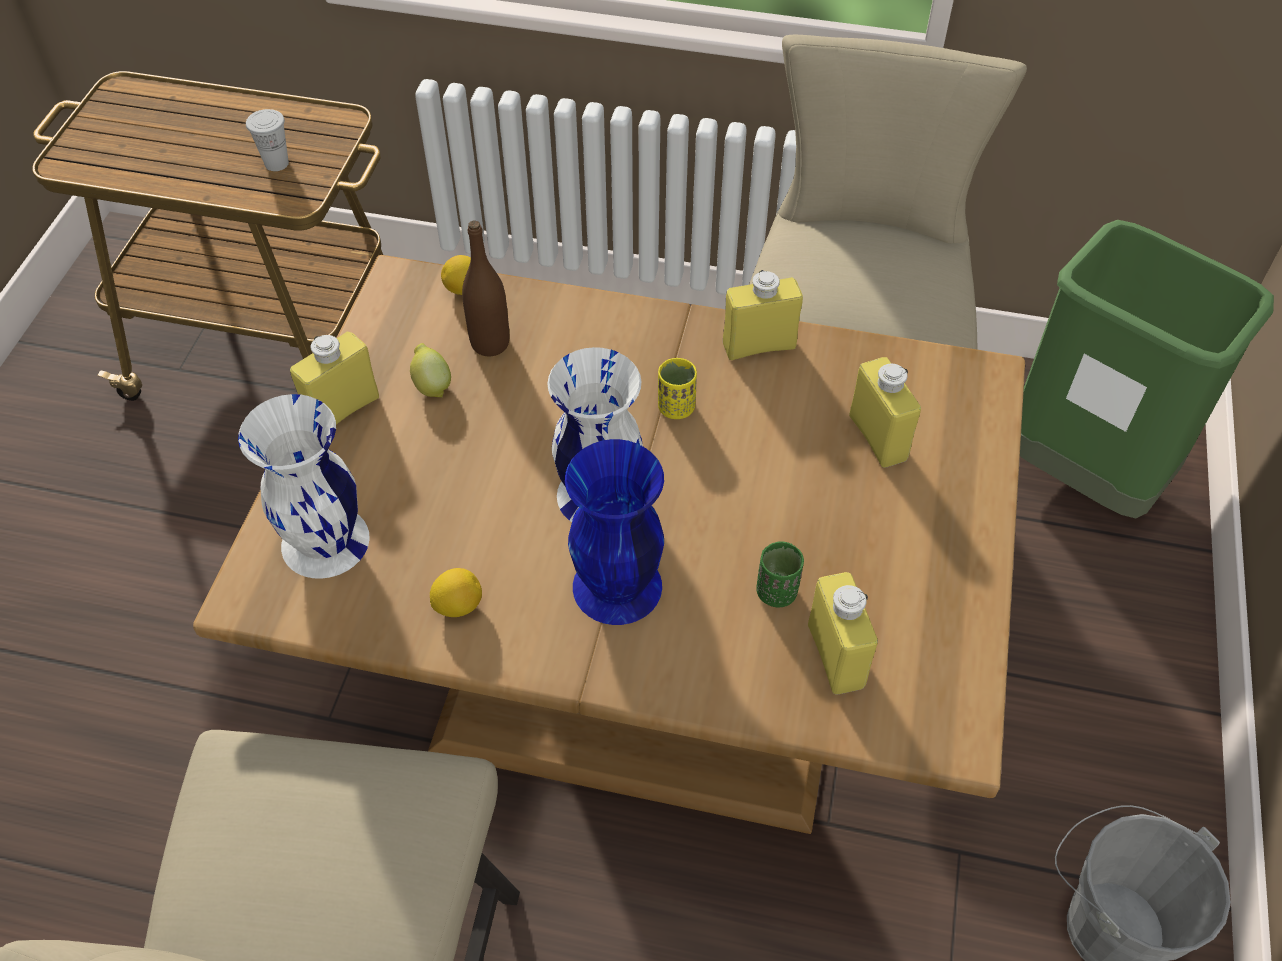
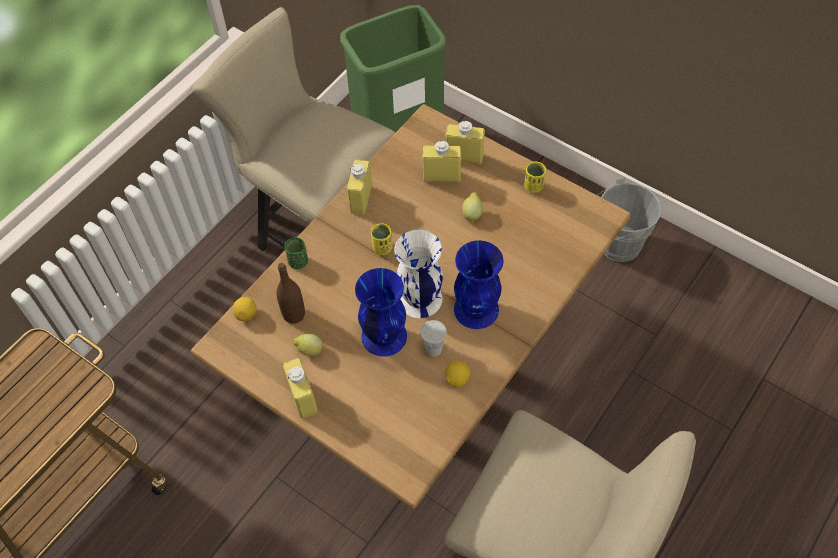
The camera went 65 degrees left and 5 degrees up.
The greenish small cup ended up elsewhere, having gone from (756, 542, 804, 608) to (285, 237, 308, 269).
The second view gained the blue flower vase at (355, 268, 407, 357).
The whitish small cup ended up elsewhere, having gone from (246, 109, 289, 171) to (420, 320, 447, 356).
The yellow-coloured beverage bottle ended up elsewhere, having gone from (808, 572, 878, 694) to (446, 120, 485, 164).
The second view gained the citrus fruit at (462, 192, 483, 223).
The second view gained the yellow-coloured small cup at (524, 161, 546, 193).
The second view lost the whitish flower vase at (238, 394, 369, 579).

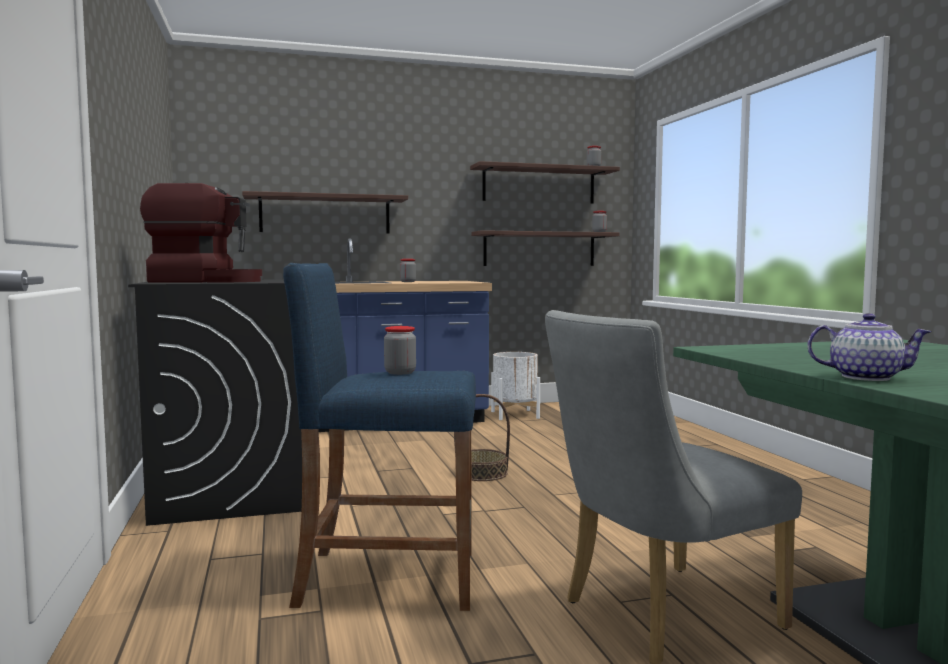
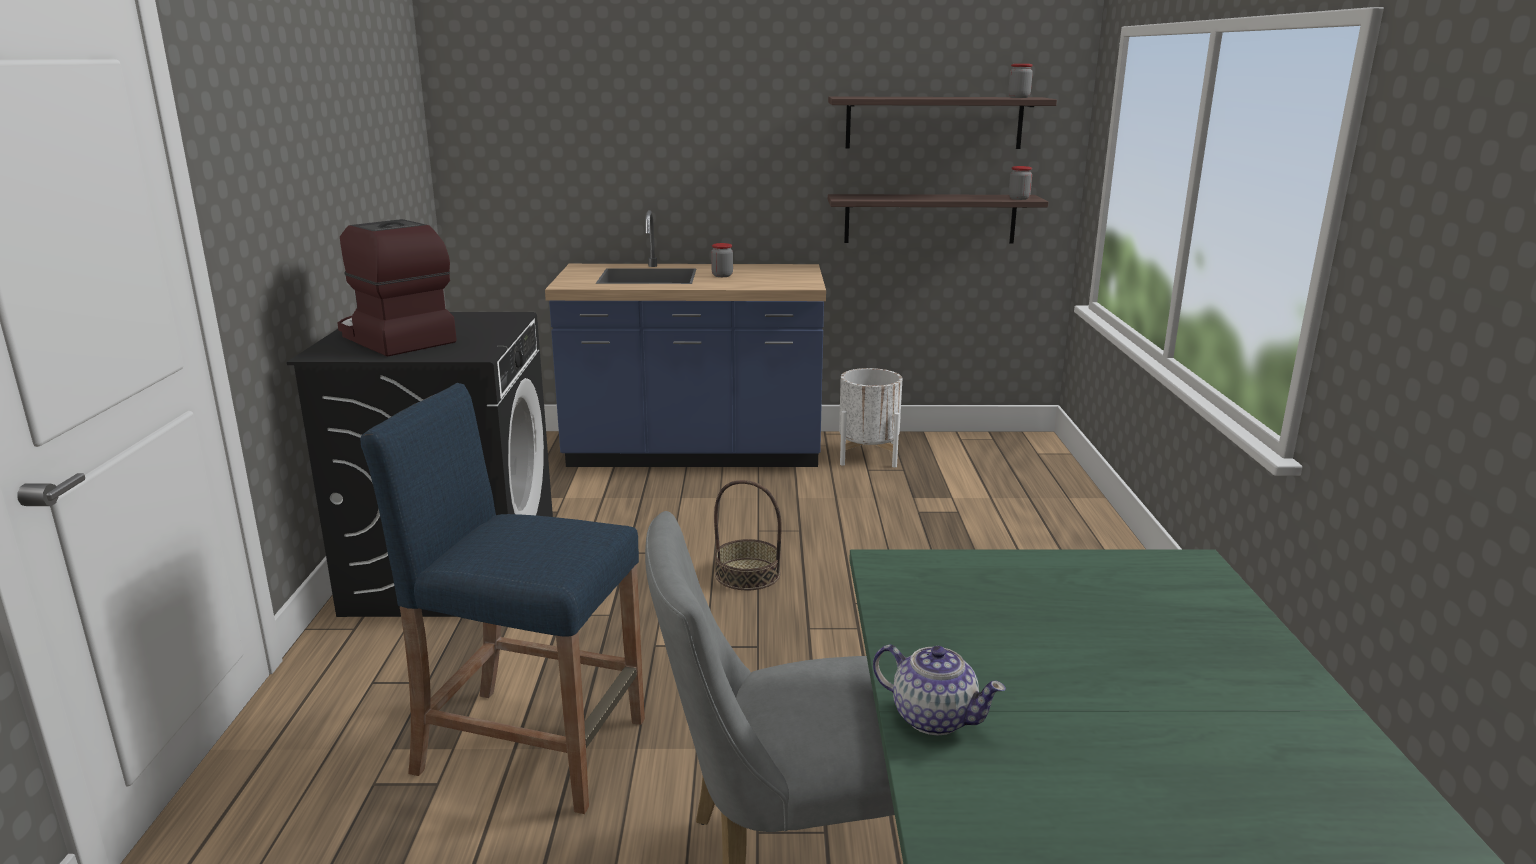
The camera went 15 degrees right and 15 degrees up.
The coffee maker at (140, 183, 262, 282) ended up facing another way, 150 degrees counterclockwise from before.
The second view lost the bracket shelf at (242, 191, 408, 234).
The second view lost the storage jar at (384, 326, 416, 375).

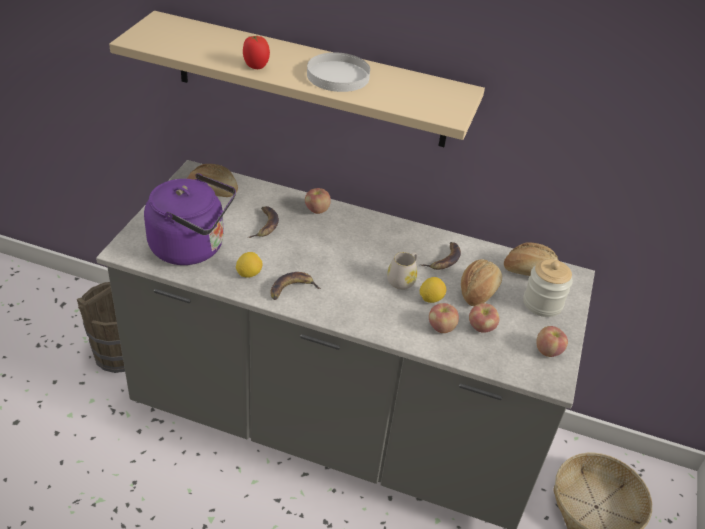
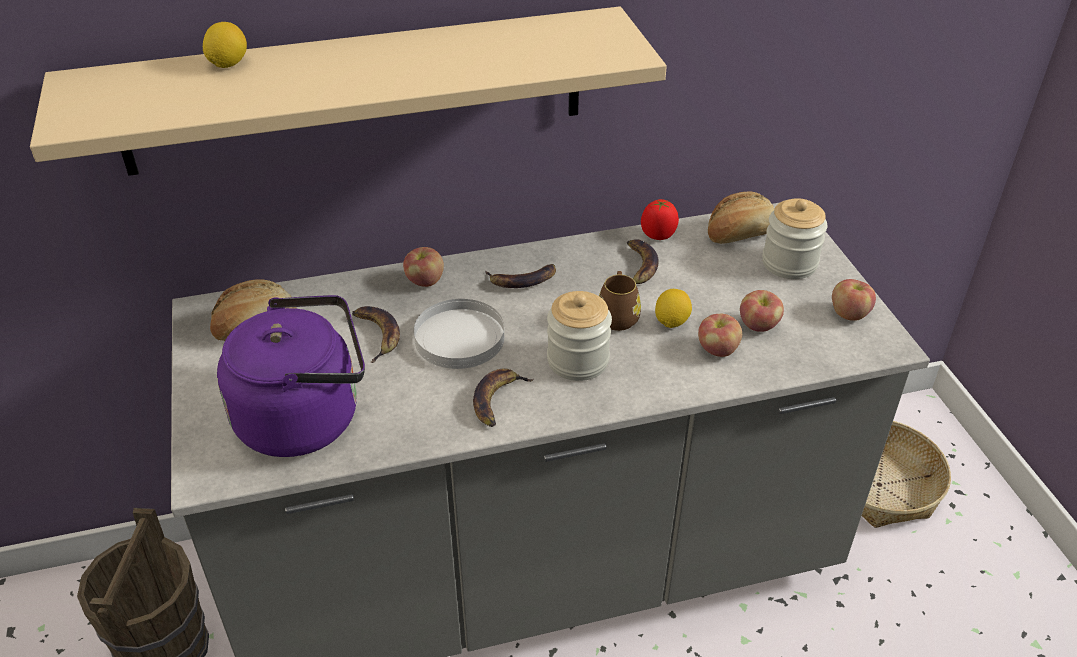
The camera went 30 degrees left and 0 degrees up.
The citrus fruit ended up elsewhere, having gone from (236, 252, 263, 278) to (203, 22, 247, 68).
The whitish flat dish ended up elsewhere, having gone from (307, 52, 370, 92) to (414, 299, 504, 369).
The second view gained the banana at (485, 264, 556, 288).
The second view gained the storage jar at (547, 291, 612, 381).
What was the whitish coffee mug at (387, 252, 417, 290) turned into the brownish coffee mug at (599, 271, 641, 331).
The fresh tomato ended up elsewhere, having gone from (243, 36, 270, 69) to (641, 199, 679, 240).
The second view lost the bakery bread at (461, 259, 502, 306).

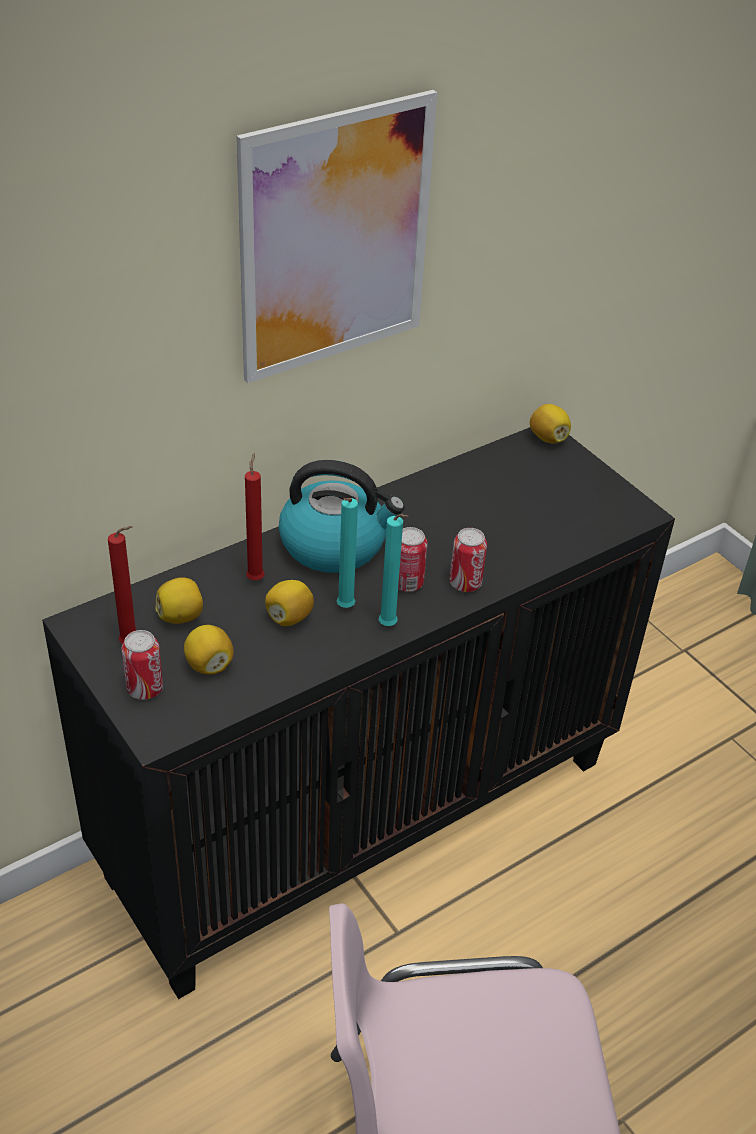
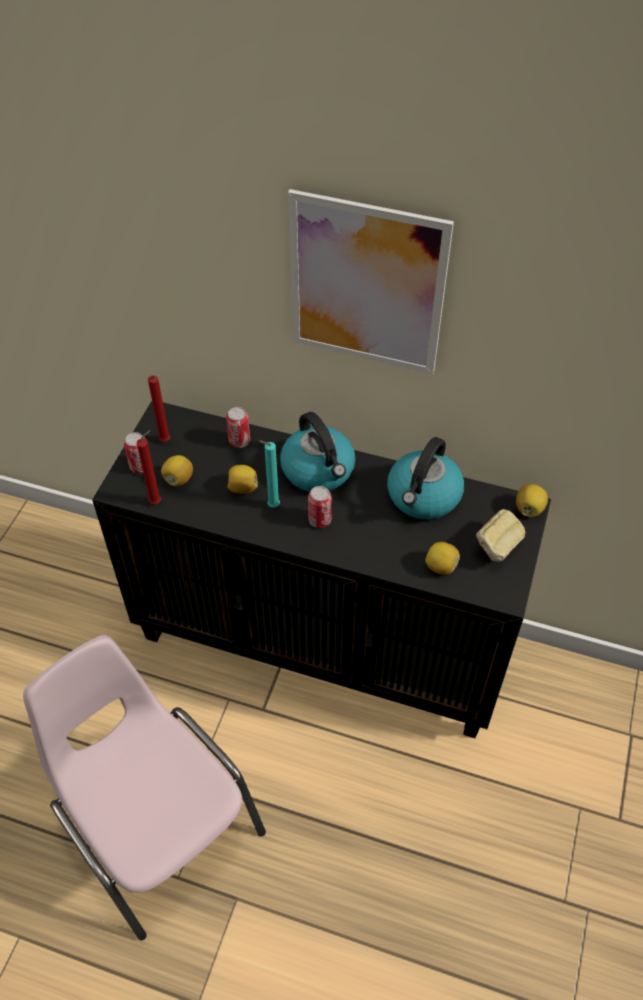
The camera went 55 degrees right and 10 degrees up.
The red wax light ended up elsewhere, having gone from (245, 453, 264, 580) to (137, 430, 161, 504).
The metal can ended up elsewhere, having gone from (450, 528, 487, 592) to (226, 407, 250, 448).
The second view gained the water kettle at (387, 437, 464, 520).
The citrus fruit ended up elsewhere, having gone from (155, 577, 203, 624) to (425, 542, 460, 575).
The second view gained the bakery bread at (476, 509, 525, 562).
The second view lost the turquoise-coloured wax light at (379, 514, 409, 626).

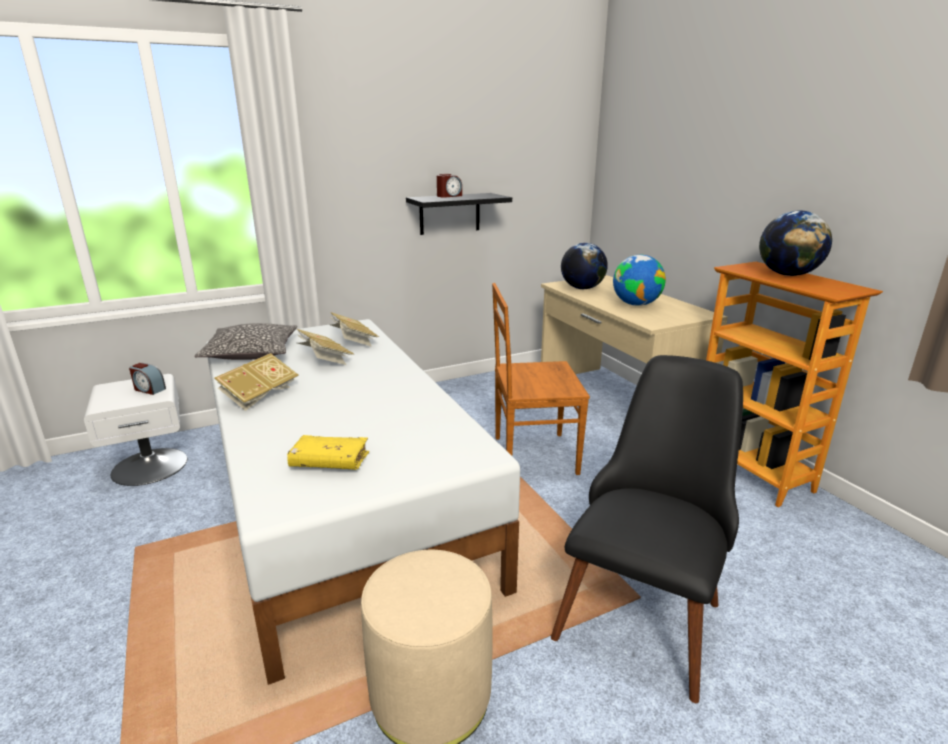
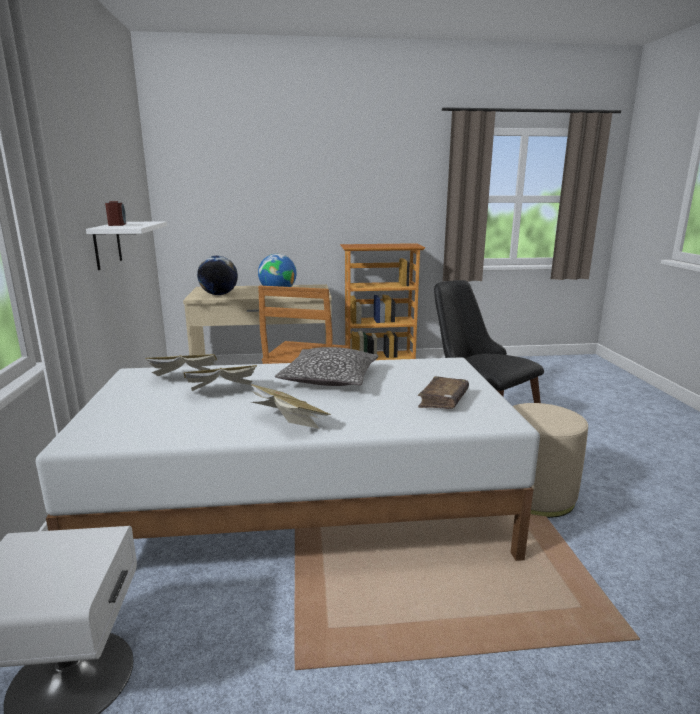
The camera went 70 degrees left and 5 degrees down.
What was the black-coloured bracket shelf at (406, 193, 512, 235) turned into the whitish bracket shelf at (86, 221, 167, 270).
The pillow ended up elsewhere, having gone from (194, 323, 297, 360) to (275, 347, 379, 386).
What was the yellow-coloured bound book at (287, 435, 369, 470) turned into the brownish bound book at (418, 376, 469, 409).
The second view lost the table clock at (129, 363, 166, 395).
The second view lost the desk globe at (759, 211, 832, 276).

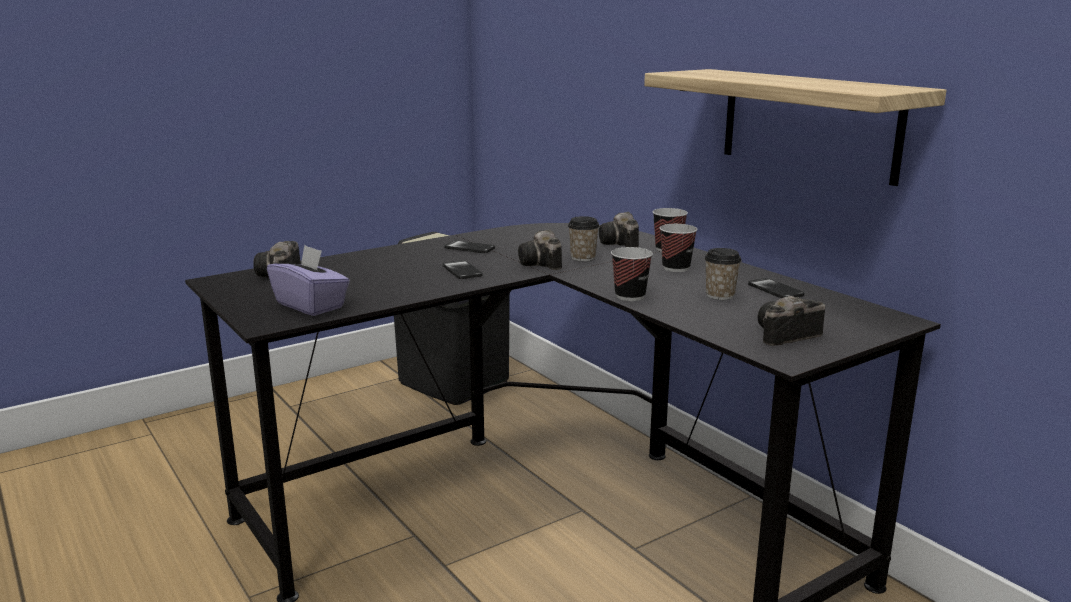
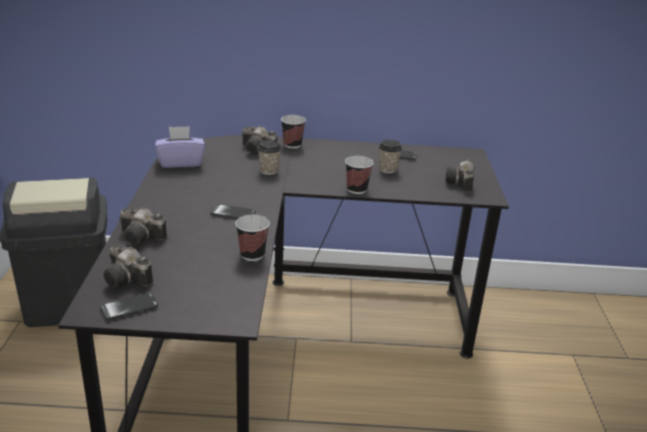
The camera went 55 degrees left and 10 degrees up.
The handset ended up elsewhere, having gone from (444, 241, 495, 253) to (100, 292, 158, 321).
The still camera ended up elsewhere, having gone from (518, 230, 562, 270) to (119, 207, 167, 246).
The purple-coloured box of tissues ended up elsewhere, having gone from (267, 245, 350, 316) to (155, 126, 205, 168).
The small cup ended up elsewhere, having gone from (660, 224, 697, 272) to (235, 215, 270, 261).
The second view lost the bracket shelf at (644, 69, 947, 186).

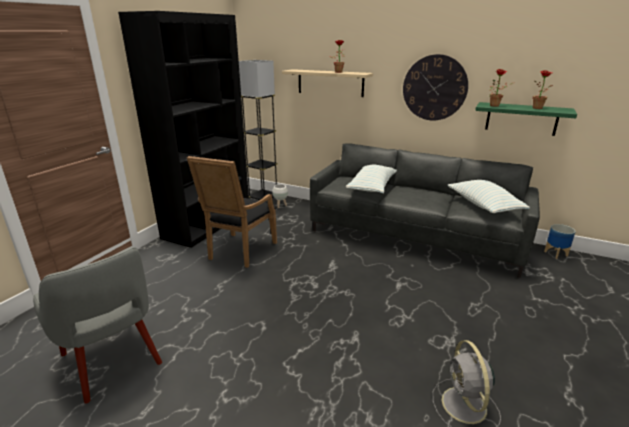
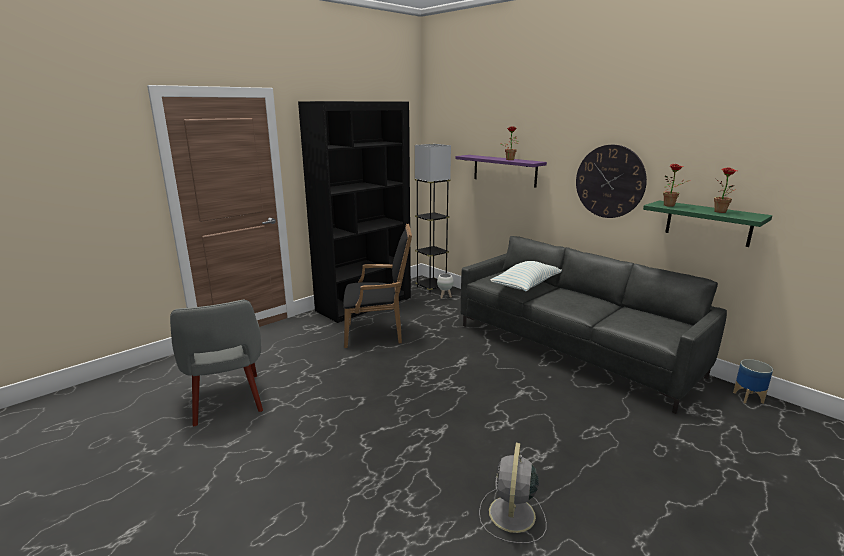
The camera went 20 degrees right and 5 degrees down.
The black-coloured lounge chair at (187, 156, 277, 268) ended up facing another way, 135 degrees counterclockwise from before.
What was the beige bracket shelf at (282, 69, 373, 97) turned into the purple-coloured bracket shelf at (455, 155, 547, 187).
The second view lost the pillow at (448, 180, 530, 213).

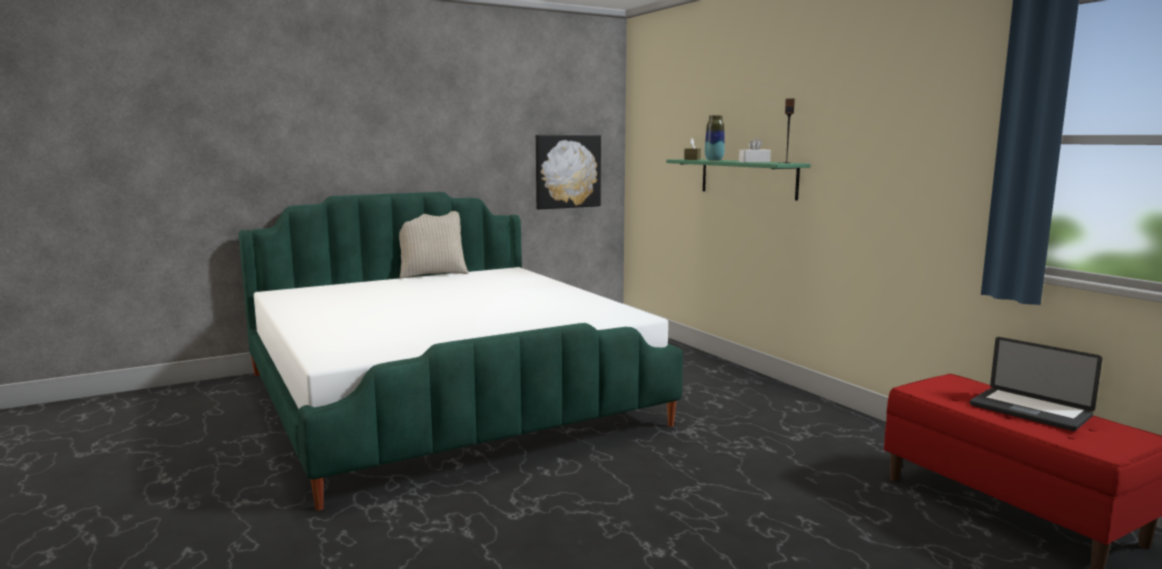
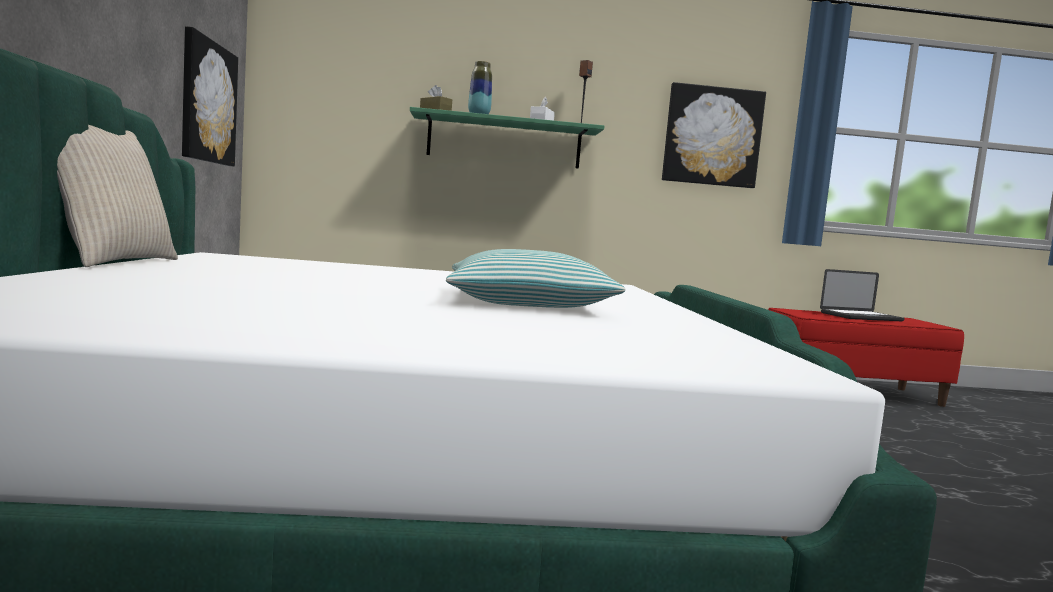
The camera went 65 degrees left and 5 degrees down.
The second view gained the pillow at (446, 249, 625, 308).
The second view gained the wall art at (662, 82, 766, 188).

